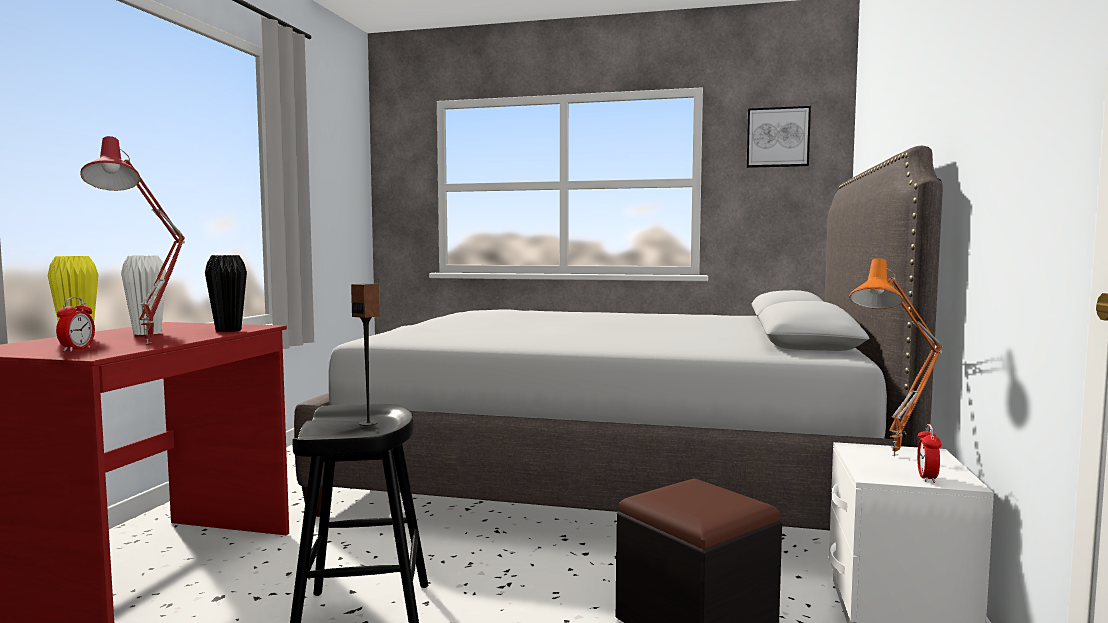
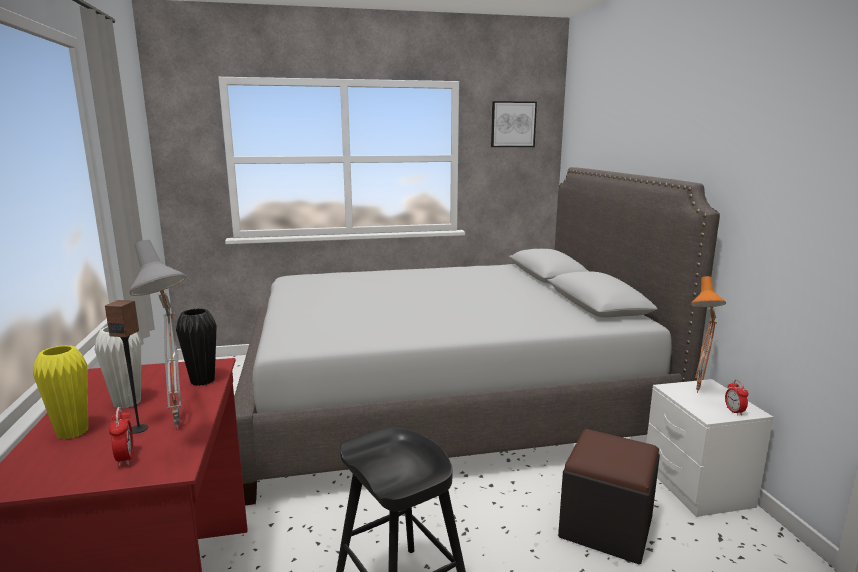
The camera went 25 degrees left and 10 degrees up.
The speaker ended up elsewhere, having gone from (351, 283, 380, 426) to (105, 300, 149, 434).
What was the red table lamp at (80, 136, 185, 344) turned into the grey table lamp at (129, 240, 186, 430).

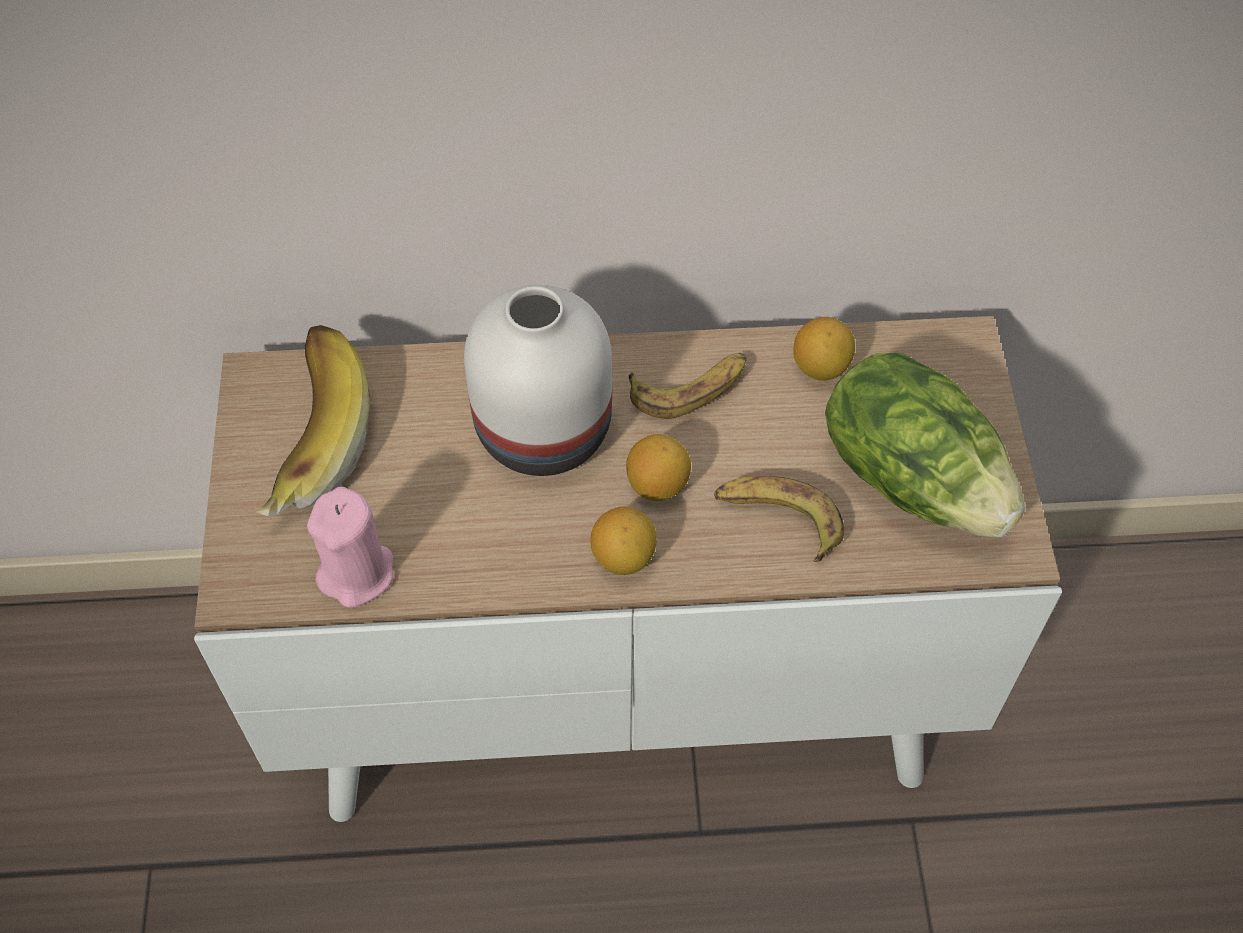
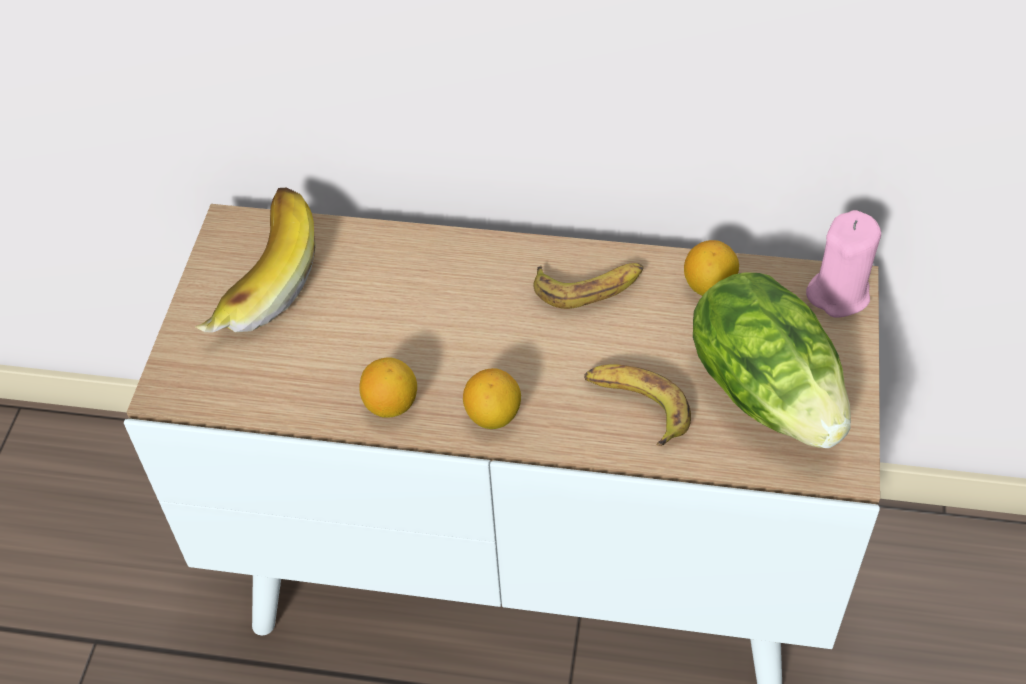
The camera went 15 degrees right and 5 degrees down.
The citrus fruit ended up elsewhere, having gone from (626, 434, 691, 501) to (359, 357, 417, 418).
The pinkish wax light ended up elsewhere, having gone from (307, 487, 393, 608) to (806, 210, 881, 318).
The second view lost the whitish flower vase at (464, 285, 612, 476).

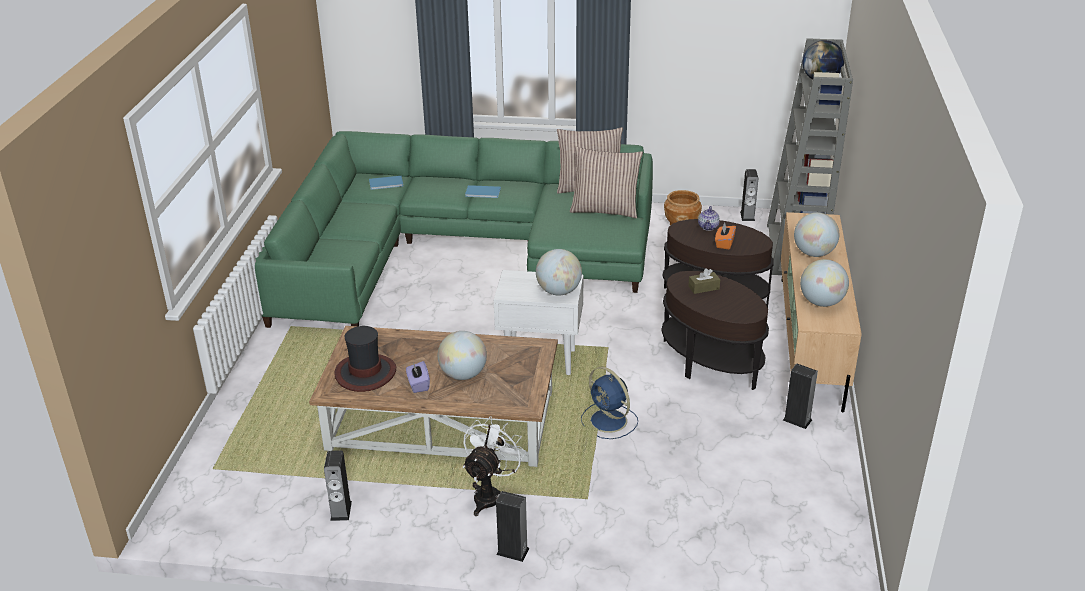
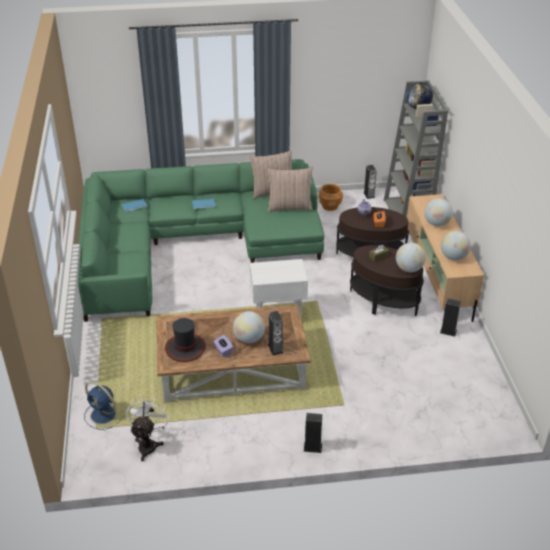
The camera went 15 degrees left and 5 degrees up.
The blue electric fan ended up elsewhere, having gone from (581, 367, 638, 439) to (84, 382, 122, 430).
The whitish electric fan ended up elsewhere, having gone from (463, 416, 526, 516) to (126, 396, 170, 461).
The speaker ended up elsewhere, having gone from (324, 450, 352, 521) to (268, 311, 283, 355).
The desk globe ended up elsewhere, having gone from (536, 249, 582, 296) to (396, 243, 426, 272).

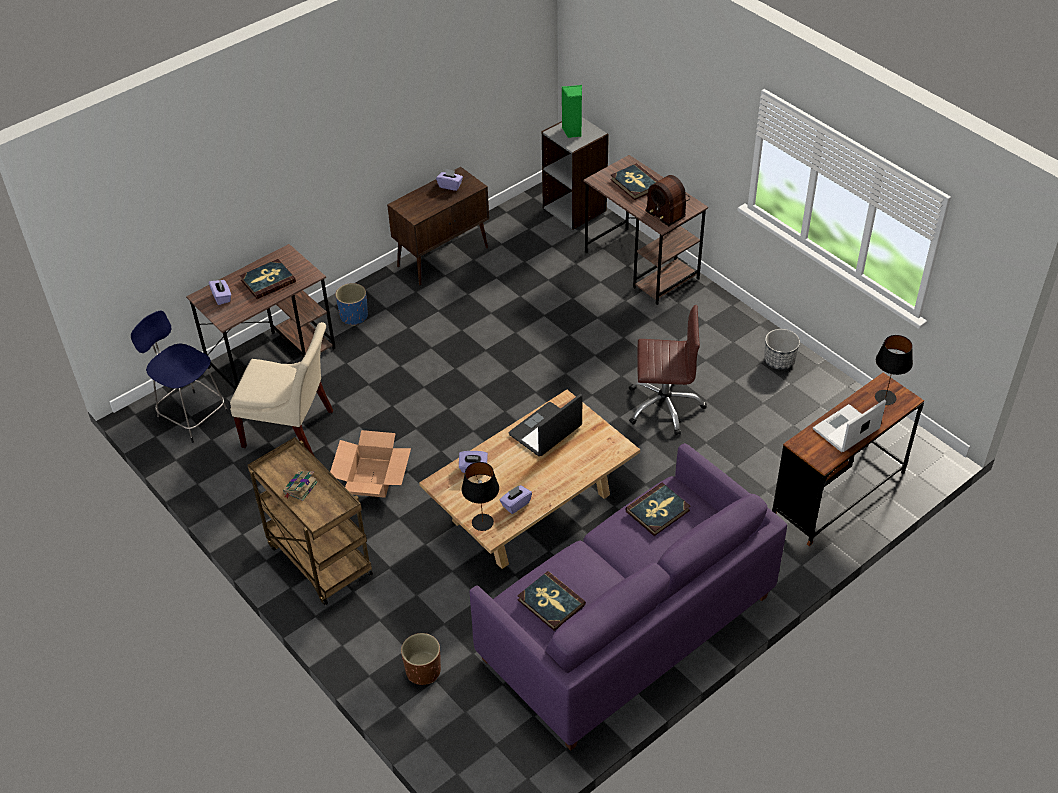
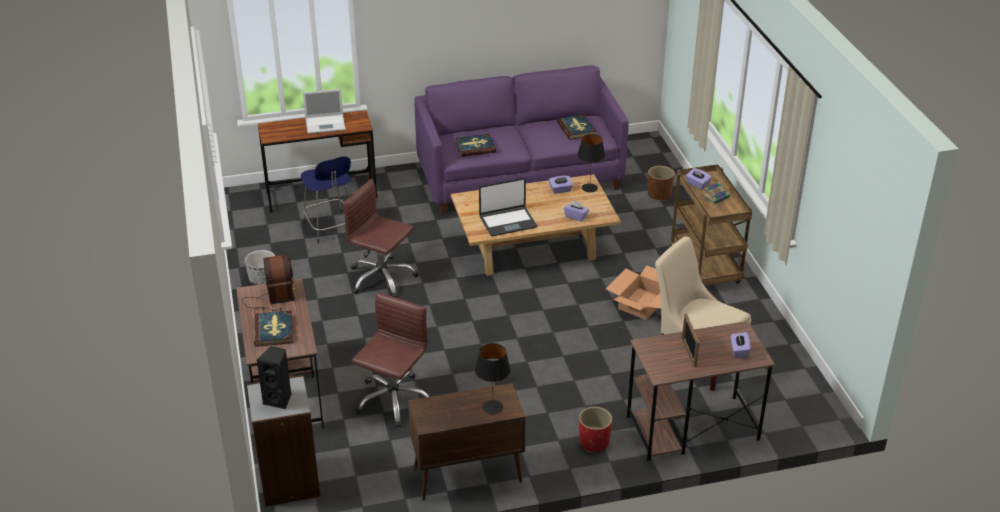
The camera went 155 degrees left and 10 degrees down.
What was the greenish speaker at (562, 85, 582, 138) turned into the black-coloured speaker at (257, 346, 291, 409).
The blue stool seat ended up elsewhere, having gone from (131, 310, 229, 443) to (301, 156, 351, 244).
The second view gained the brownish office chair at (352, 292, 430, 428).
The black-coloured table lamp ended up elsewhere, having gone from (875, 335, 913, 405) to (475, 343, 511, 414).
What was the blue plant pot at (335, 283, 368, 326) turned into the red plant pot at (579, 407, 612, 453).
Where the bound book stood at (240, 259, 296, 299), the photo frame came to stand at (682, 314, 699, 367).
The purple-coloured box of tissues ended up elsewhere, having gone from (436, 169, 463, 191) to (686, 168, 712, 190).

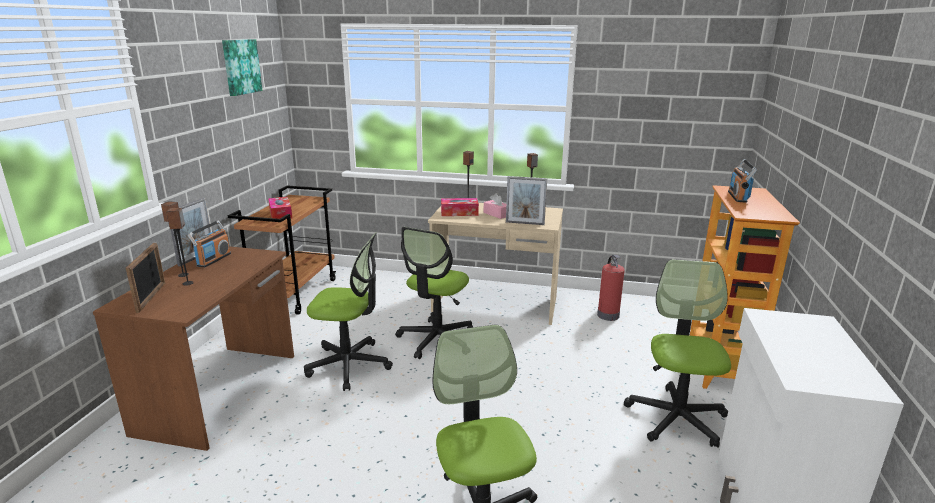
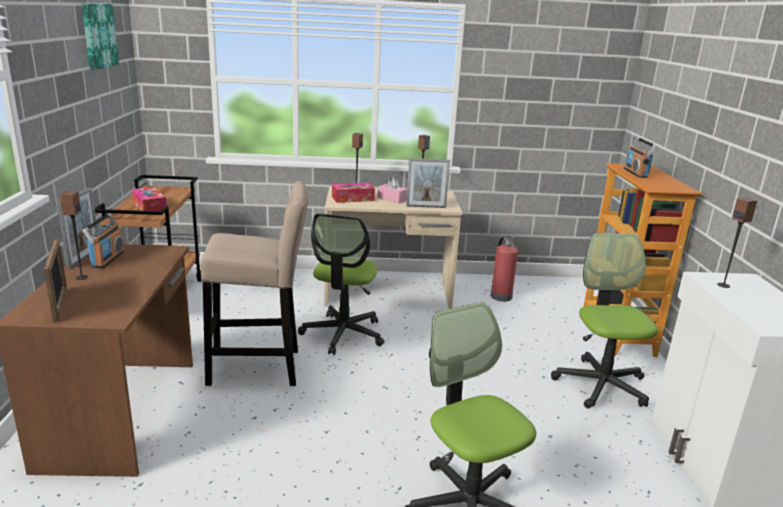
The camera went 15 degrees left and 0 degrees up.
Where the office chair stood at (304, 233, 393, 391), the beige stool seat came to stand at (201, 181, 308, 386).
The speaker ended up elsewhere, having gone from (166, 208, 194, 286) to (717, 197, 757, 288).

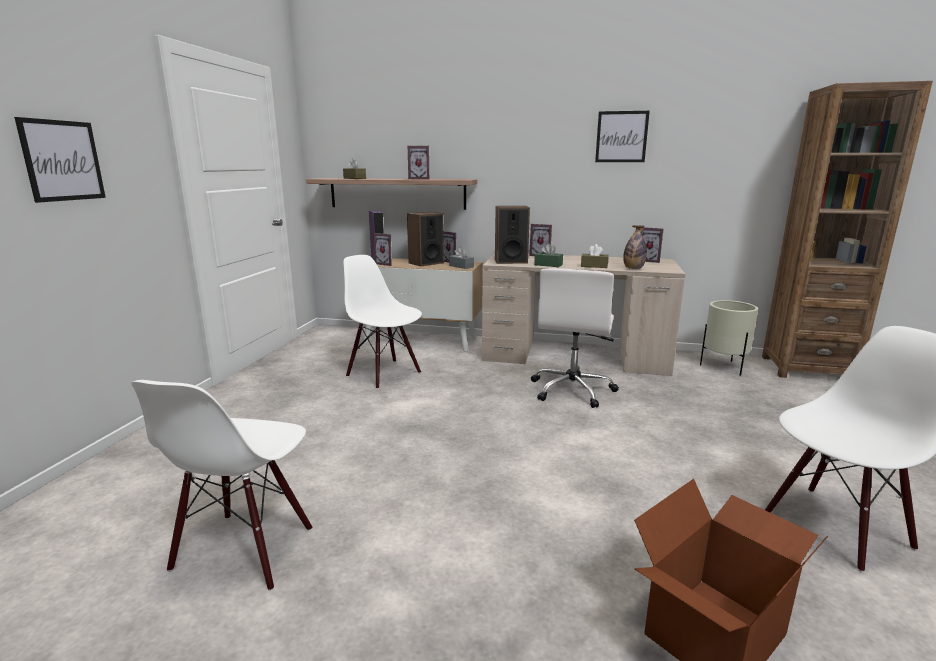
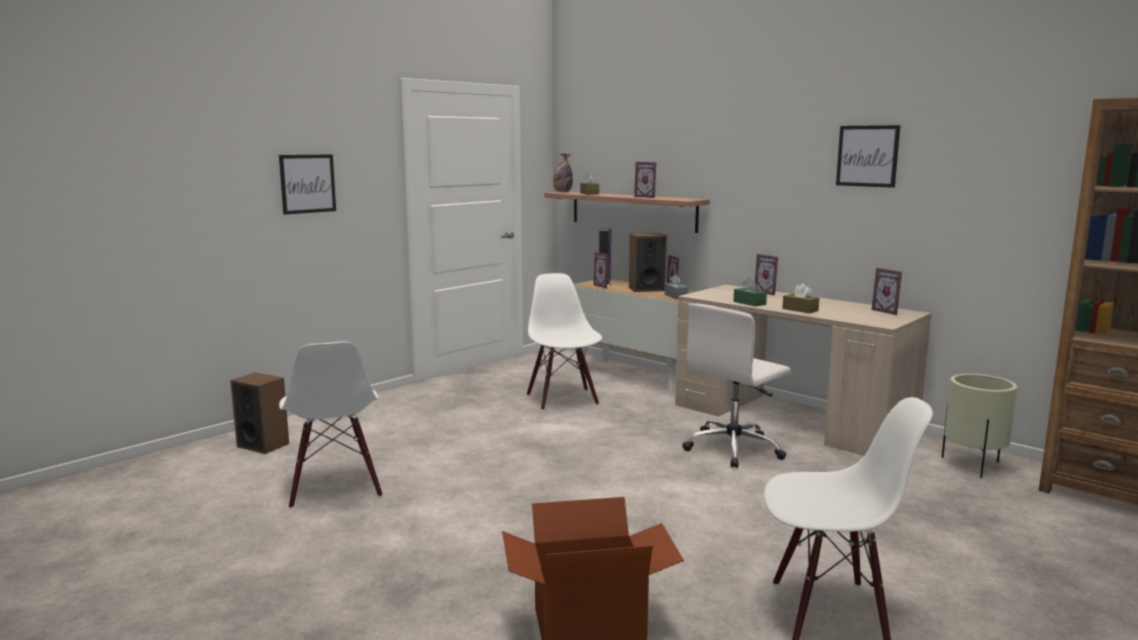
The camera went 30 degrees right and 5 degrees down.
The speaker ended up elsewhere, having gone from (495, 206, 530, 264) to (230, 373, 289, 454).
The whitish upright chair at (131, 380, 312, 591) ended up facing another way, 60 degrees counterclockwise from before.
The beverage bottle ended up elsewhere, having gone from (623, 226, 647, 269) to (553, 154, 573, 192).

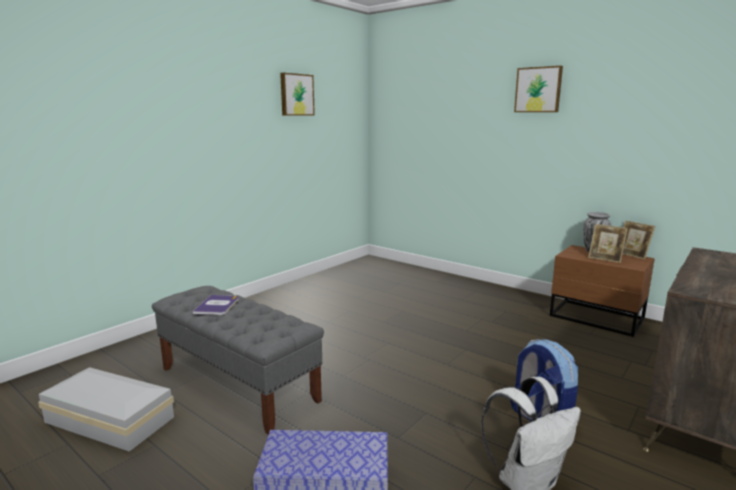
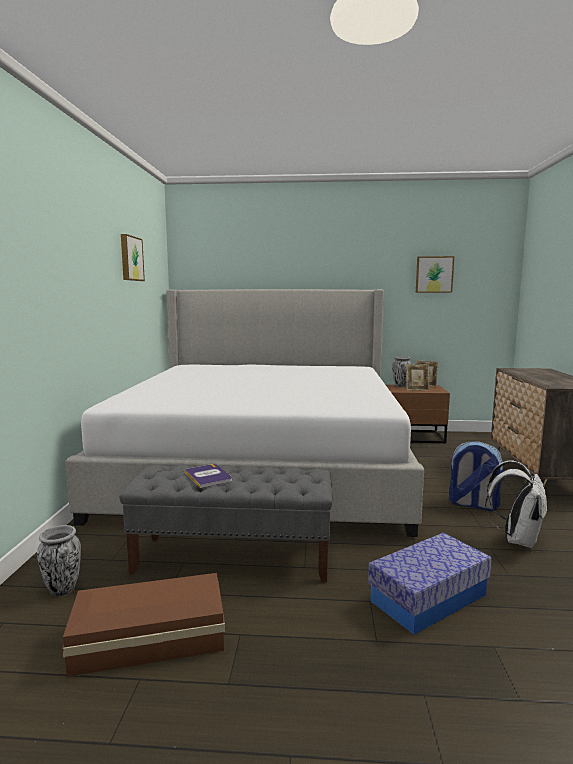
The camera went 35 degrees left and 5 degrees down.
The second view gained the flower vase at (37, 525, 81, 597).
What was the whitish storage bin at (38, 367, 174, 452) turned into the brownish storage bin at (62, 573, 225, 677).
The second view gained the bed at (65, 289, 424, 537).
The wall art ended up elsewhere, having gone from (514, 66, 563, 112) to (416, 256, 454, 293).

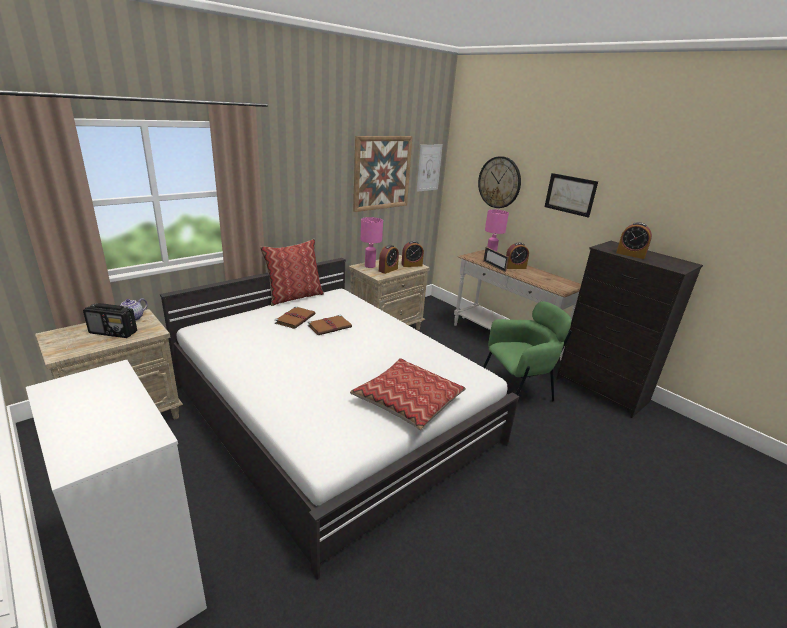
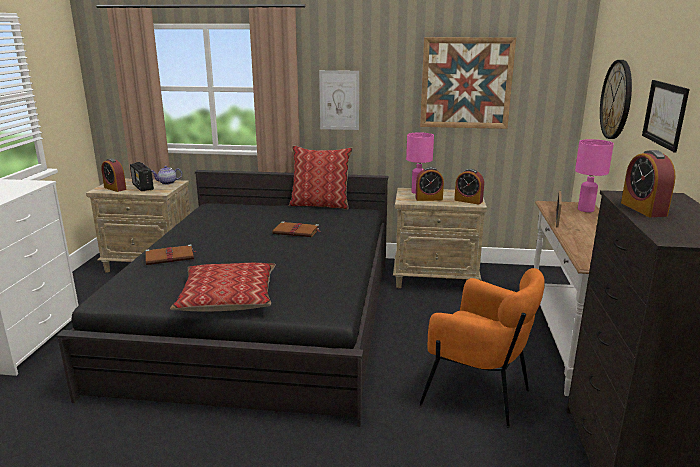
The camera went 50 degrees right and 5 degrees down.
What was the whitish bed at (160, 258, 519, 580) turned into the black-coloured bed at (56, 170, 388, 427).
The table clock ended up elsewhere, having gone from (506, 242, 529, 269) to (101, 158, 127, 192).
The brownish bound book ended up elsewhere, having gone from (275, 306, 315, 329) to (145, 244, 196, 265).
The wall art ended up elsewhere, having gone from (416, 145, 443, 192) to (319, 70, 359, 130).
What was the greenish lounge chair at (483, 302, 572, 402) turned into the orange-coloured lounge chair at (419, 268, 545, 428).

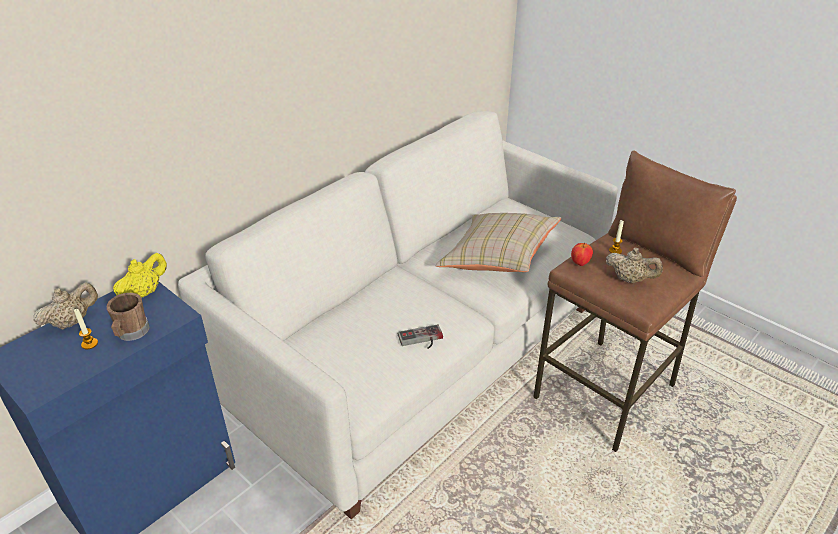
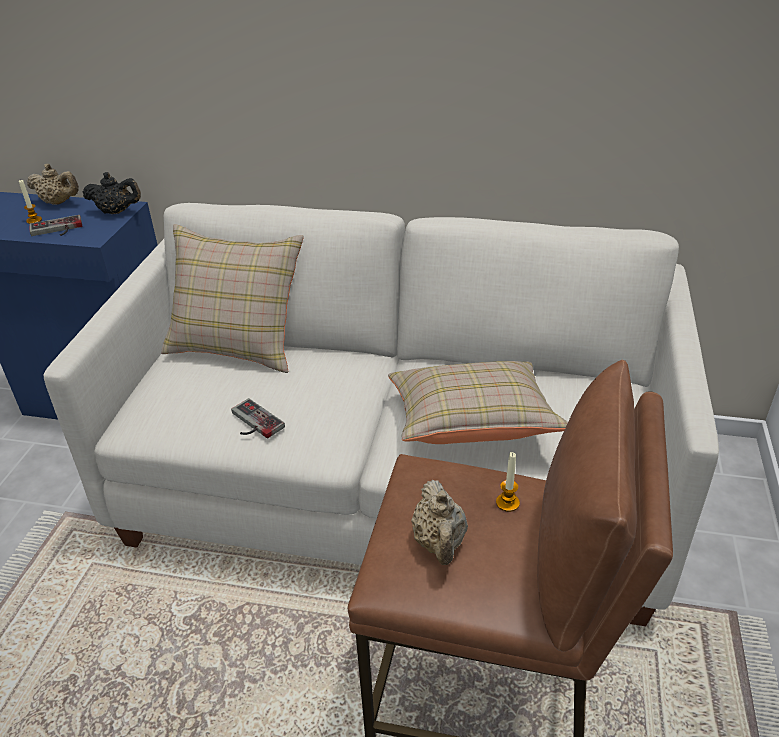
The camera went 60 degrees right and 0 degrees up.
Where the brownish coffee mug stood at (106, 293, 150, 341), the gamepad came to stand at (29, 215, 83, 236).
What was the yellow-coloured tea pot at (113, 253, 167, 298) turned into the black-coloured tea pot at (82, 172, 141, 214).
The second view gained the beige pillow at (161, 224, 304, 373).
The second view lost the whole apple at (571, 242, 593, 266).

